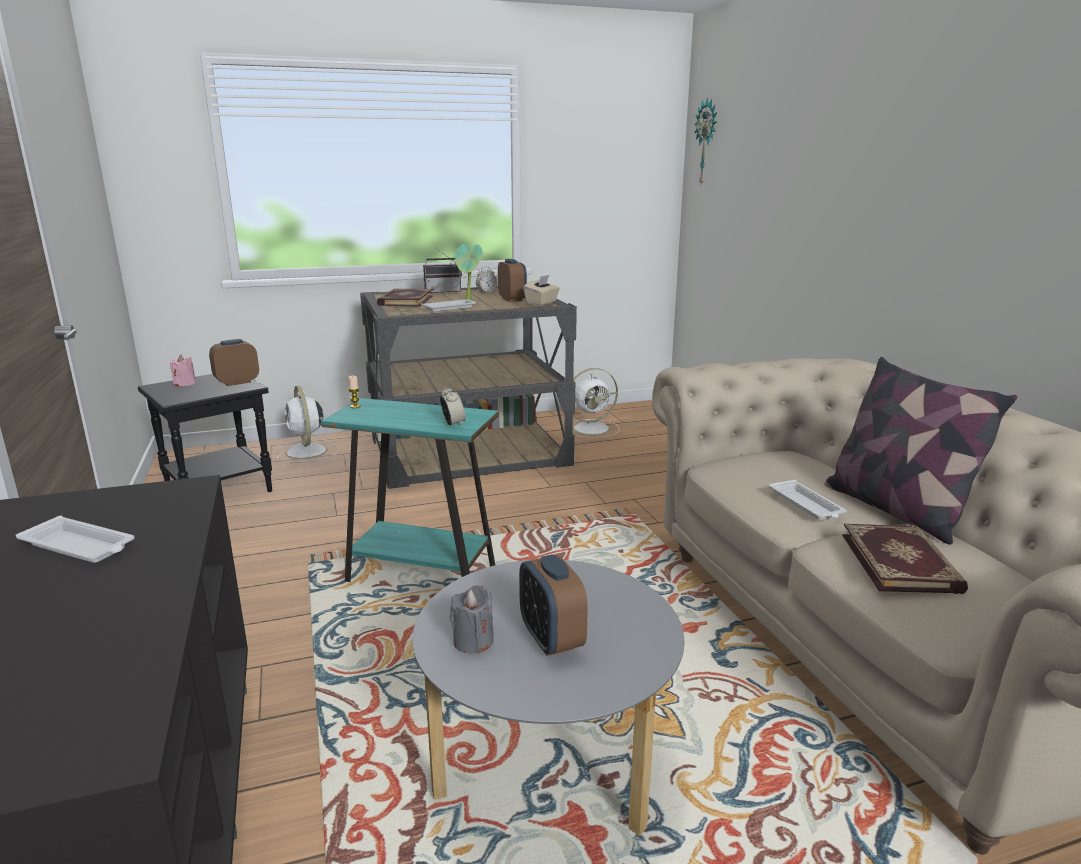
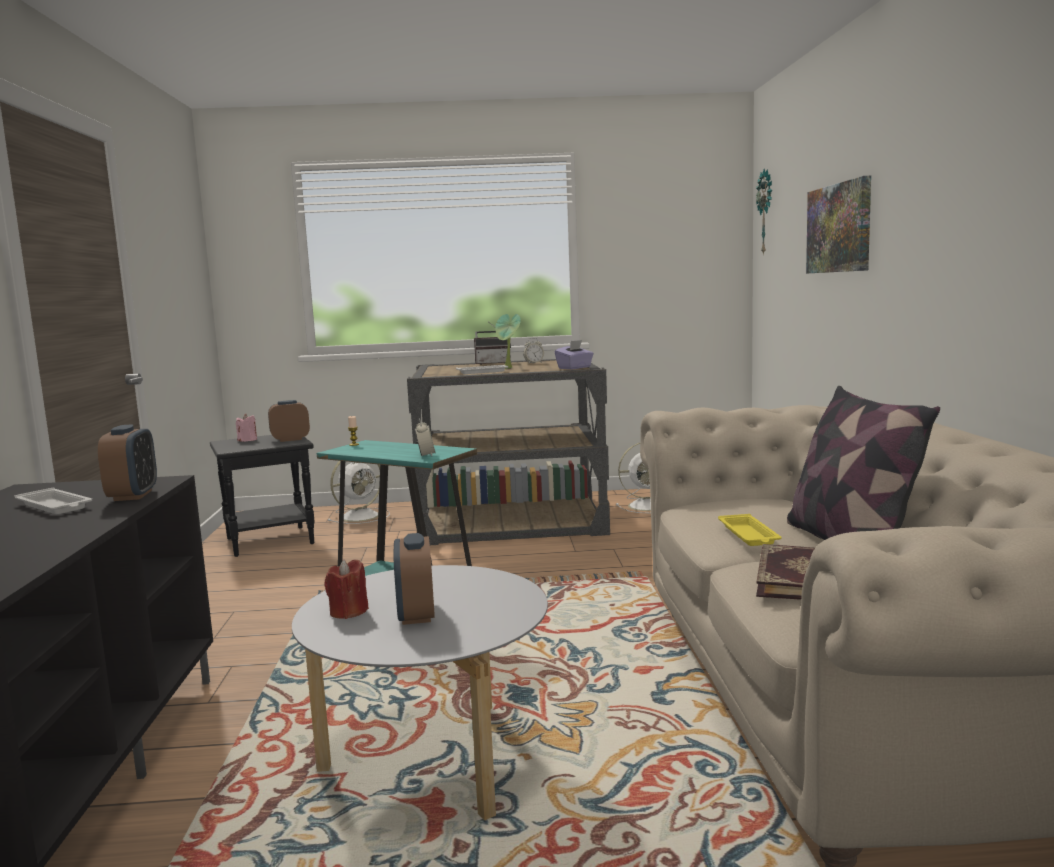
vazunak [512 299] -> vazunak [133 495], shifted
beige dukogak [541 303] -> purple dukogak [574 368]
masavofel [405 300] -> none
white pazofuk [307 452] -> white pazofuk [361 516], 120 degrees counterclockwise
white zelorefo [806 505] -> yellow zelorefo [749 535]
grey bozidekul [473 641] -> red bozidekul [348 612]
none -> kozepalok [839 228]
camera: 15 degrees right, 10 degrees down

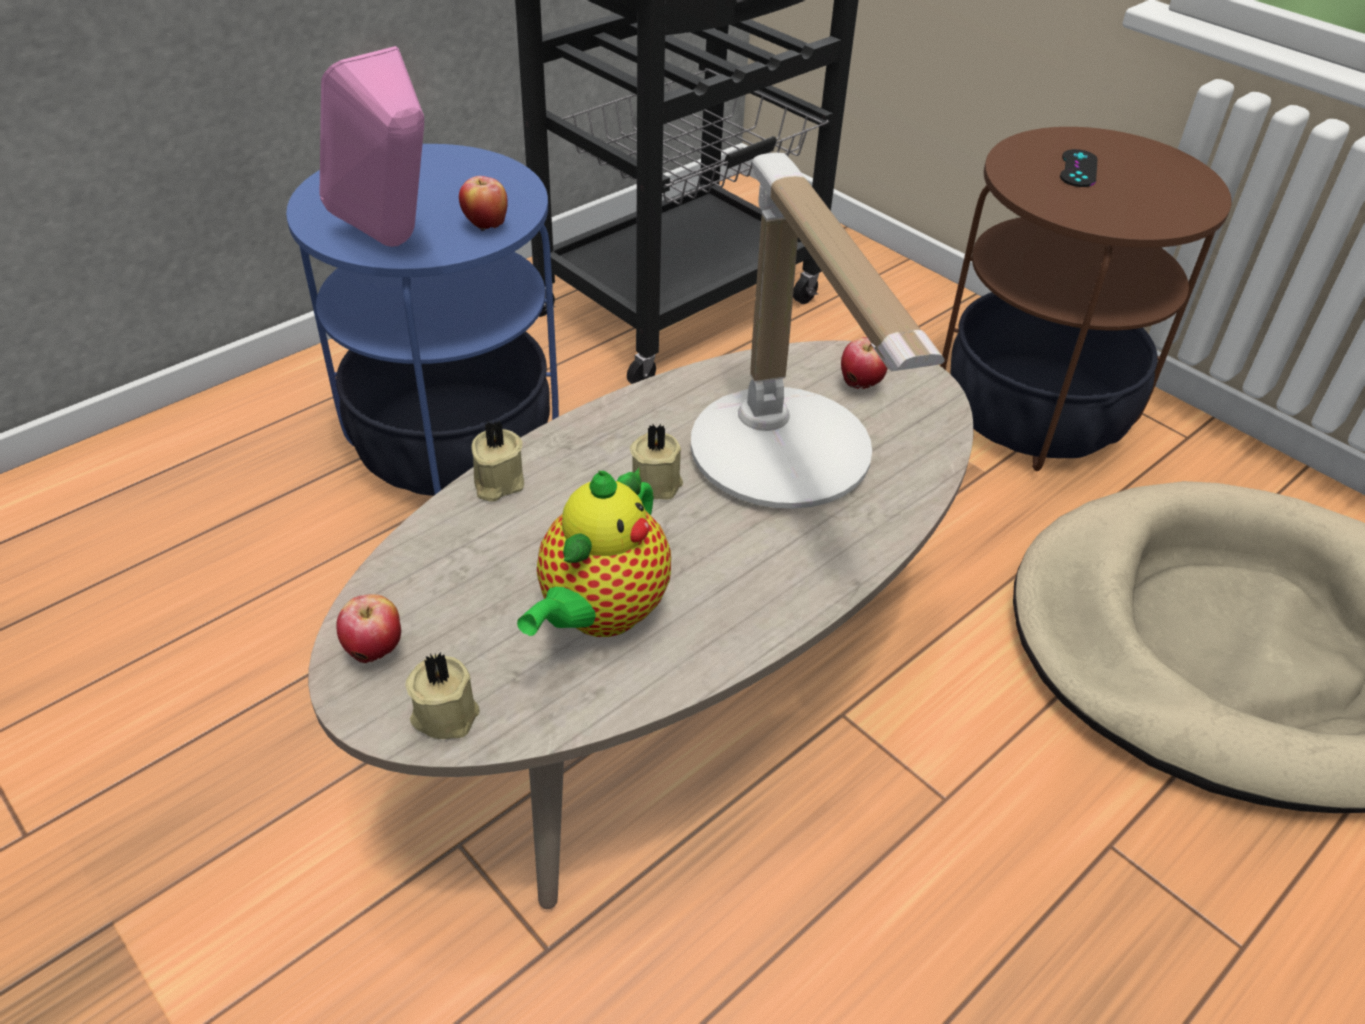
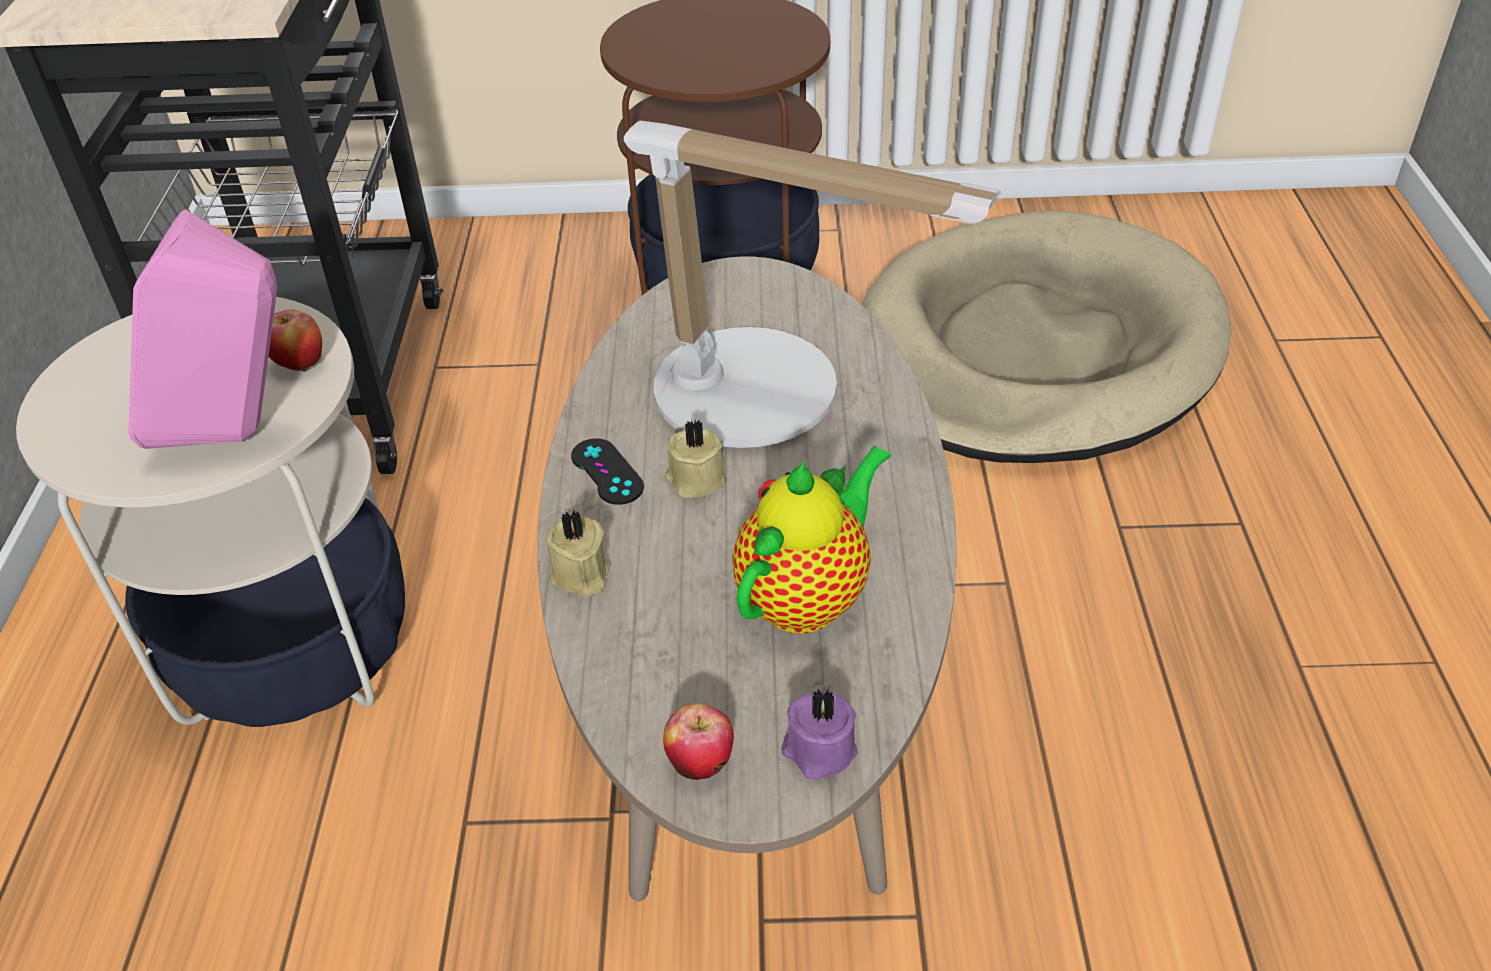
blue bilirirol [453 450] -> beige bilirirol [294 651]
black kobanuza [1078 169] -> black kobanuza [607 472], shifted
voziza [861 385] -> none
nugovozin [599 614] -> nugovozin [808 596], 120 degrees counterclockwise
beige bozidekul [445 712] -> purple bozidekul [818 751]
camera: 45 degrees left, 0 degrees up

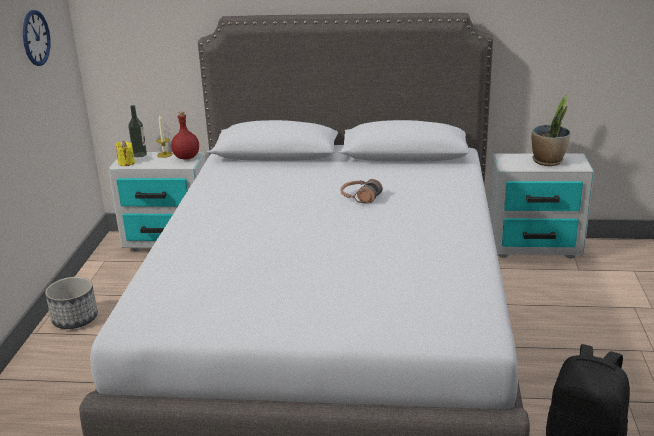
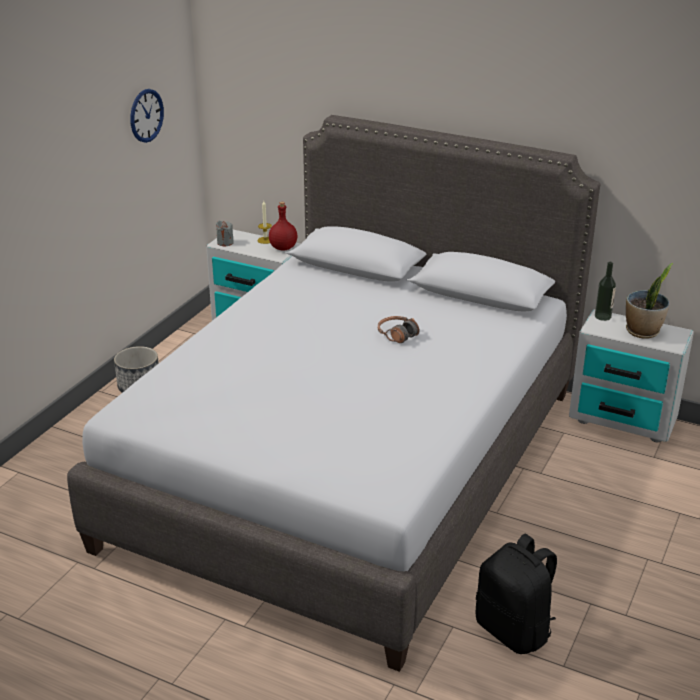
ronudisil [139 154] -> ronudisil [602 316], shifted
yellow bozidekul [126 163] -> grey bozidekul [225 243]
camera: 20 degrees right, 5 degrees up

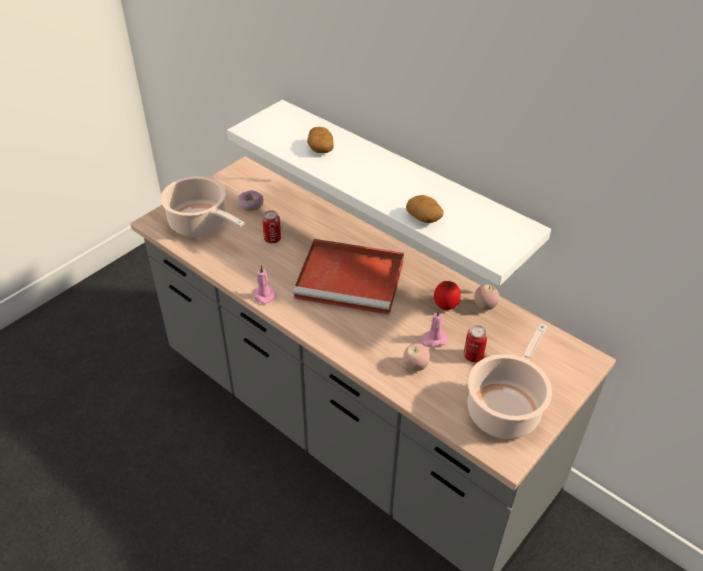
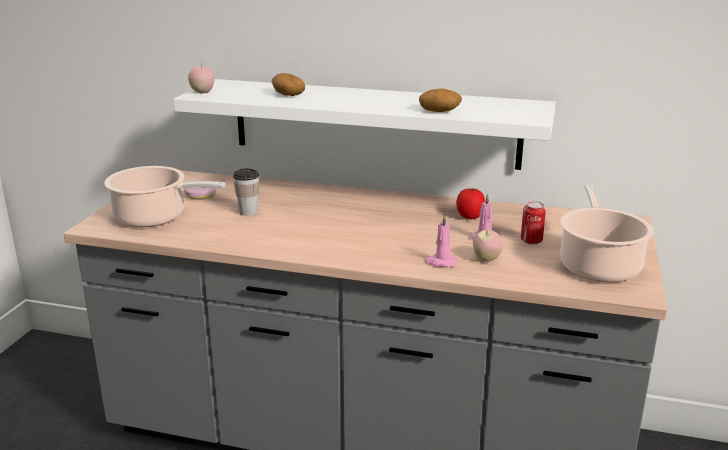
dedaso [272 239] -> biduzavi [248 212]
red zelorefo [352 279] -> none
pink bozidekul [263 295] -> pink bozidekul [440 262], shifted
voziza [485 306] -> voziza [202 92], shifted
camera: 25 degrees left, 20 degrees down

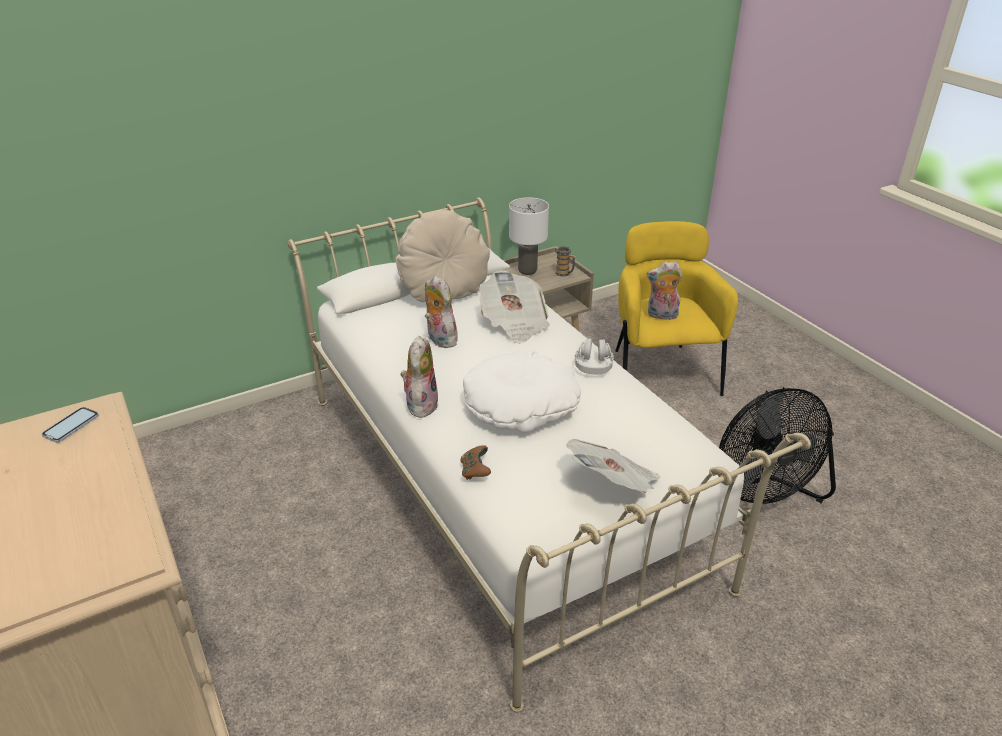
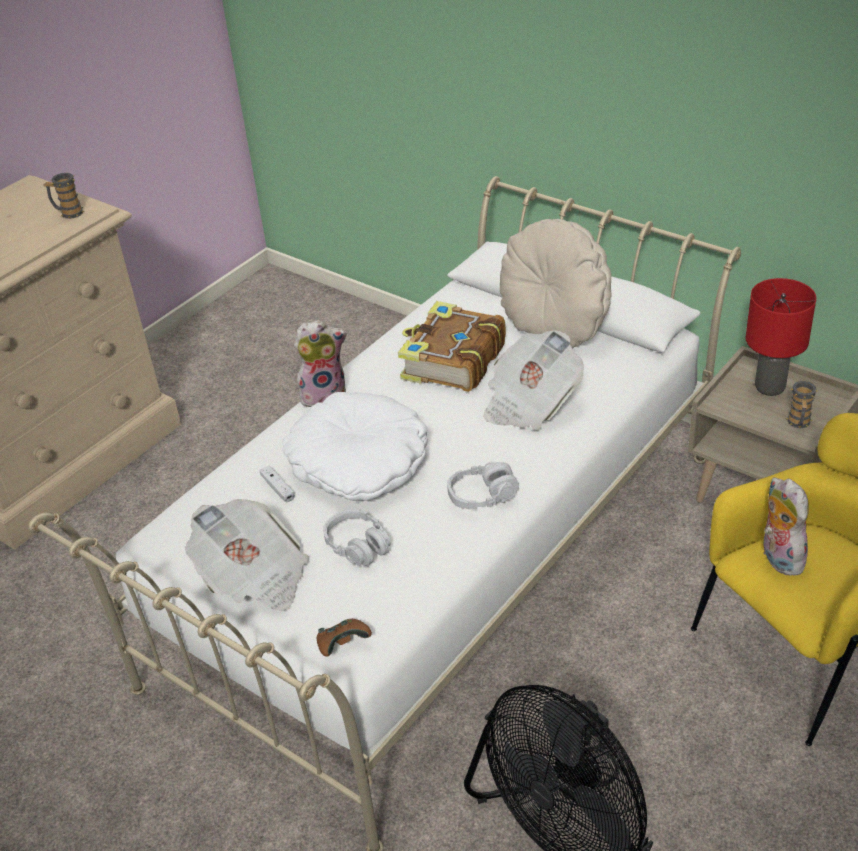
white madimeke [527 272] -> red madimeke [767 388]
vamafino [439 339] -> masavofel [451 361]
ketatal [71 426] -> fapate [68 213]
brown kobanuza [475 471] -> brown kobanuza [343 644], shifted
none -> white kobanuza [278 488]
none -> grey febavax [358 546]
camera: 70 degrees right, 5 degrees up

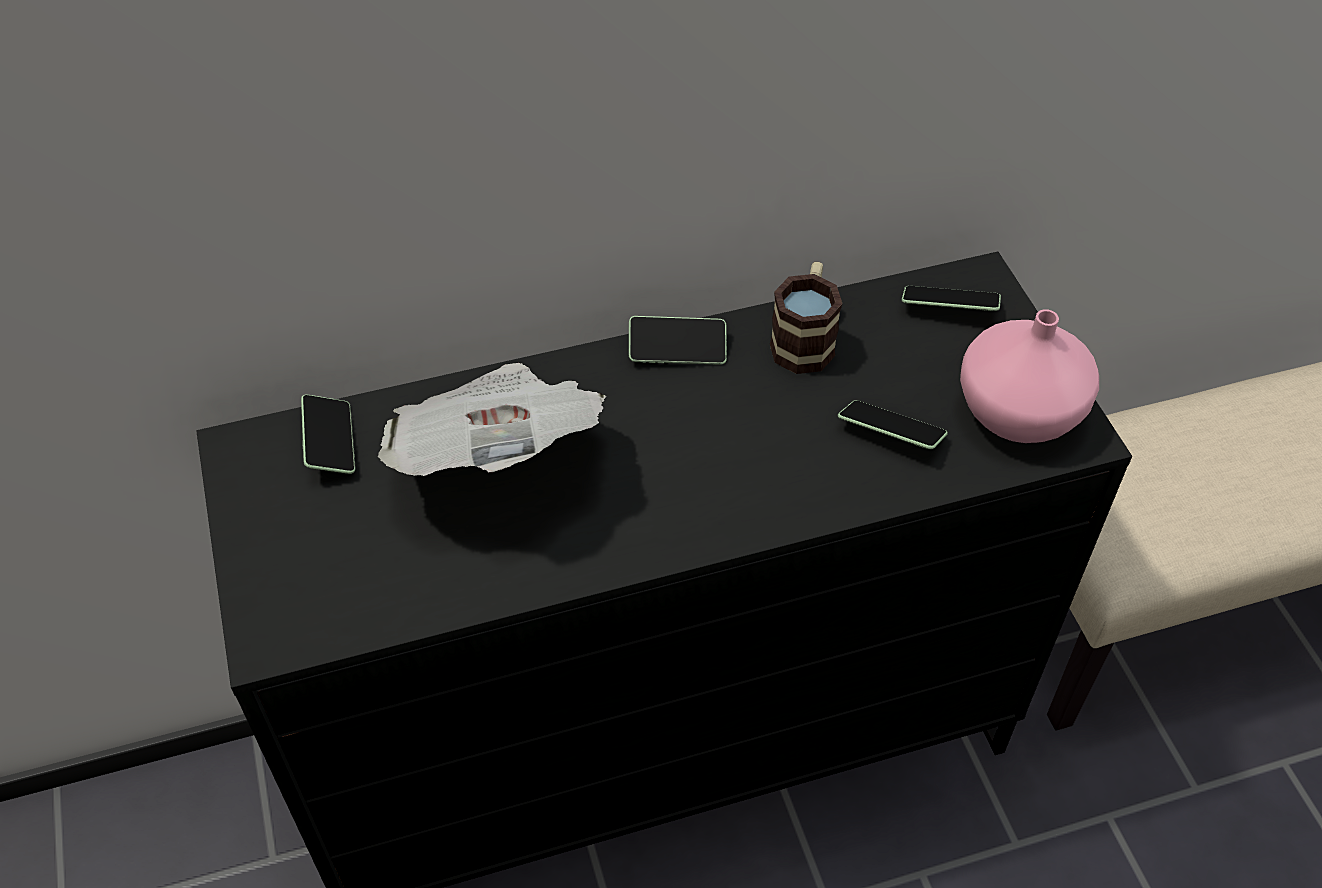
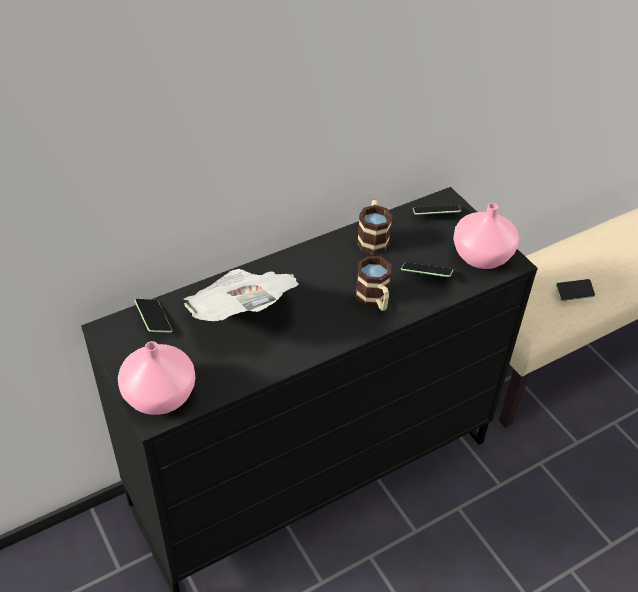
ketatal [677 350] -> ketatal [574 294], shifted
none -> fapate [374 300]
none -> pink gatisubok [160 395]
camera: 15 degrees left, 5 degrees down

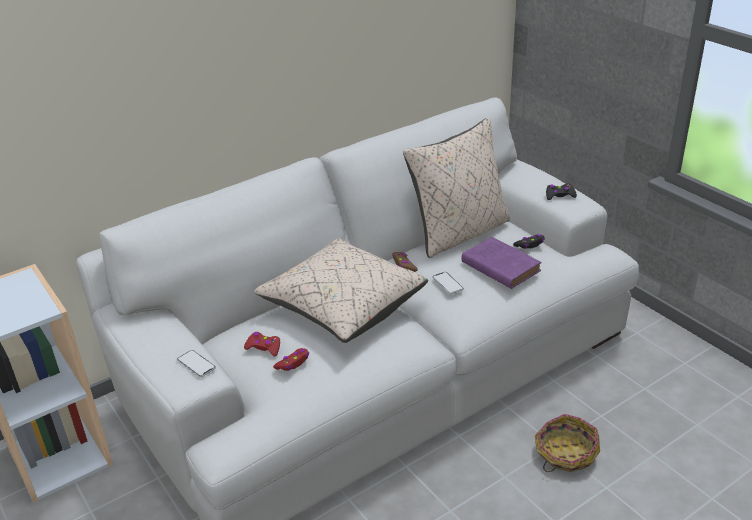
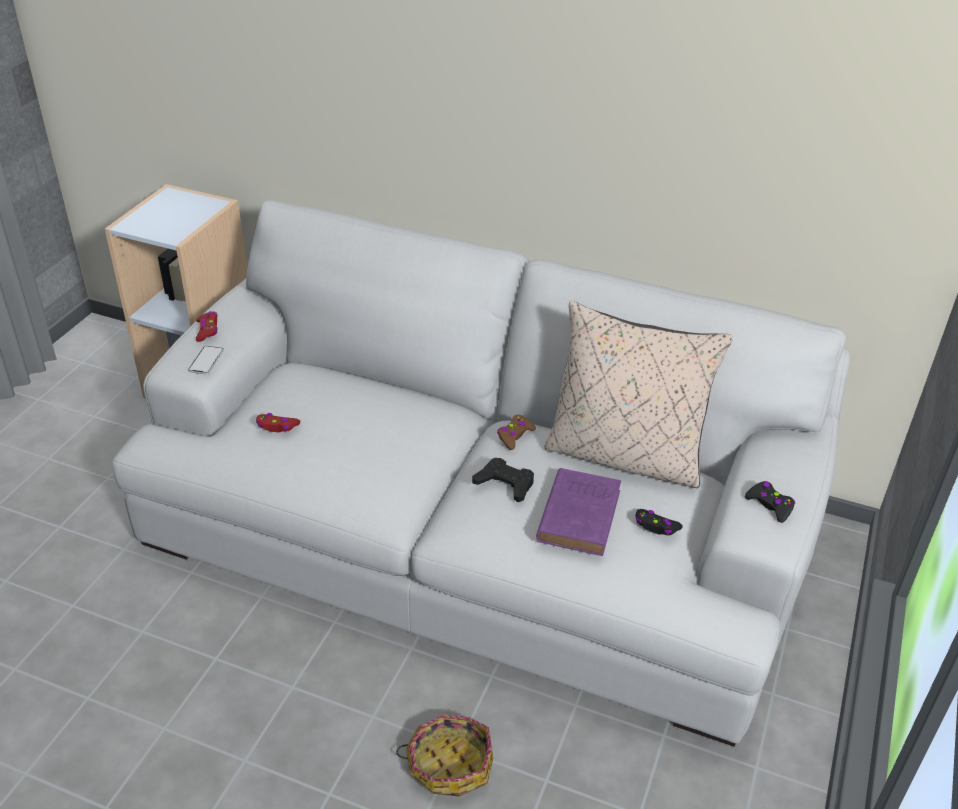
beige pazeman [343 306] -> none
ketatal [447 283] -> black kobanuza [505 484]
red kobanuza [264 347] -> red kobanuza [207 330], shifted
camera: 55 degrees right, 5 degrees up

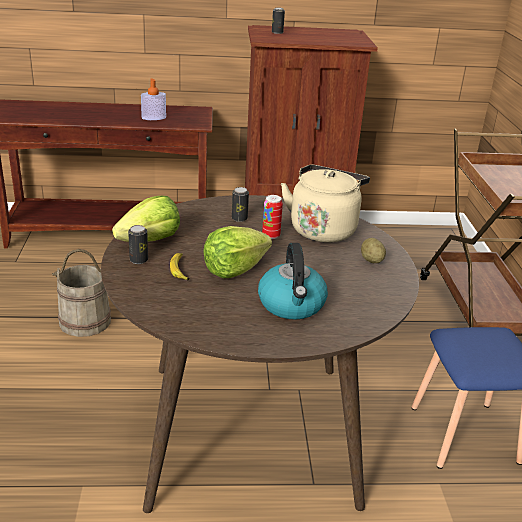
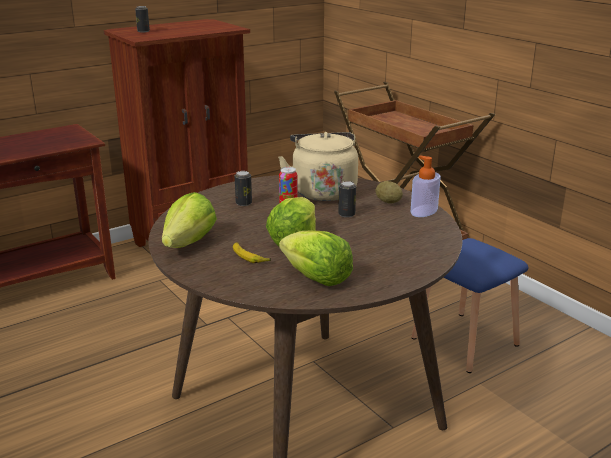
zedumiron [154 118] -> zedumiron [424 211], shifted
dedaso [139 260] -> dedaso [346 214], shifted
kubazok [292 305] -> none
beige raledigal [85 321] -> none
none -> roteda [316 278]
camera: 30 degrees left, 5 degrees down

